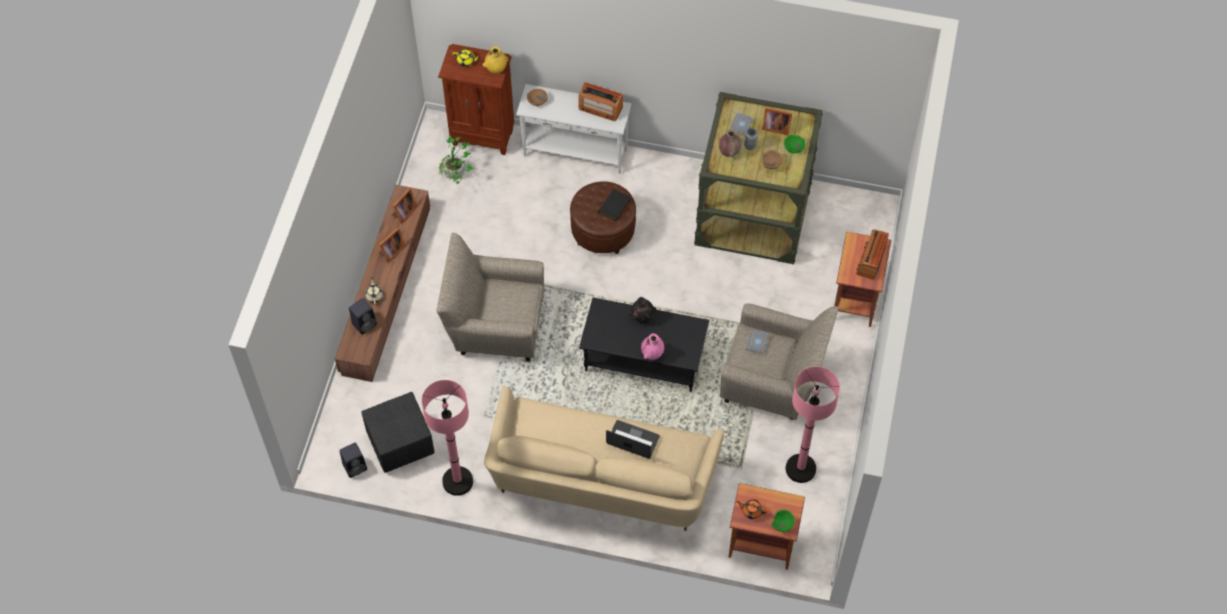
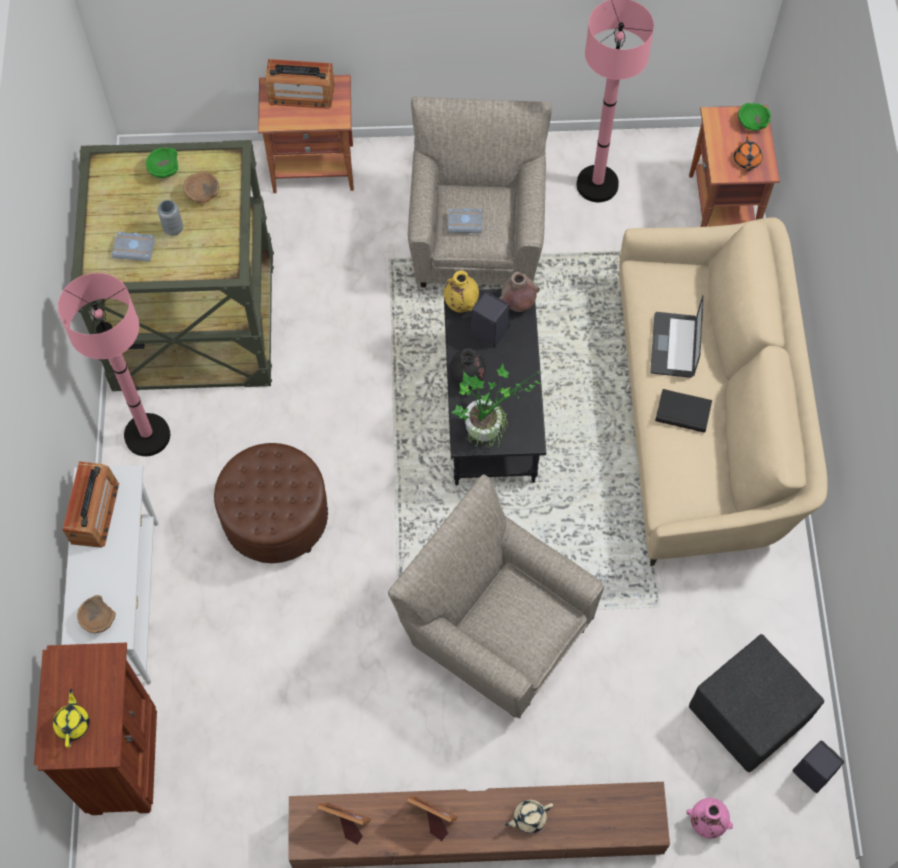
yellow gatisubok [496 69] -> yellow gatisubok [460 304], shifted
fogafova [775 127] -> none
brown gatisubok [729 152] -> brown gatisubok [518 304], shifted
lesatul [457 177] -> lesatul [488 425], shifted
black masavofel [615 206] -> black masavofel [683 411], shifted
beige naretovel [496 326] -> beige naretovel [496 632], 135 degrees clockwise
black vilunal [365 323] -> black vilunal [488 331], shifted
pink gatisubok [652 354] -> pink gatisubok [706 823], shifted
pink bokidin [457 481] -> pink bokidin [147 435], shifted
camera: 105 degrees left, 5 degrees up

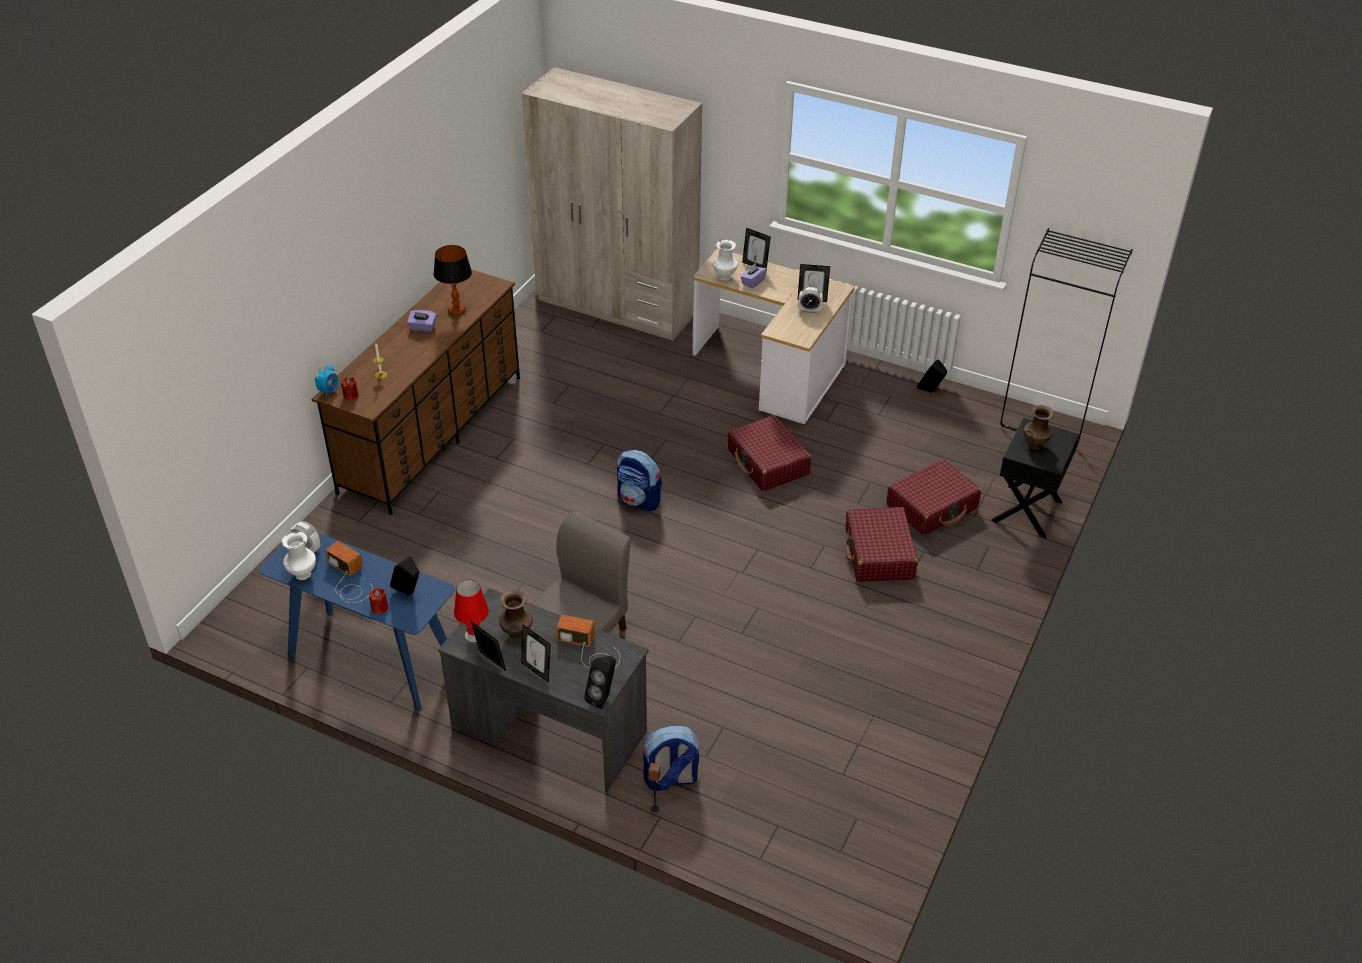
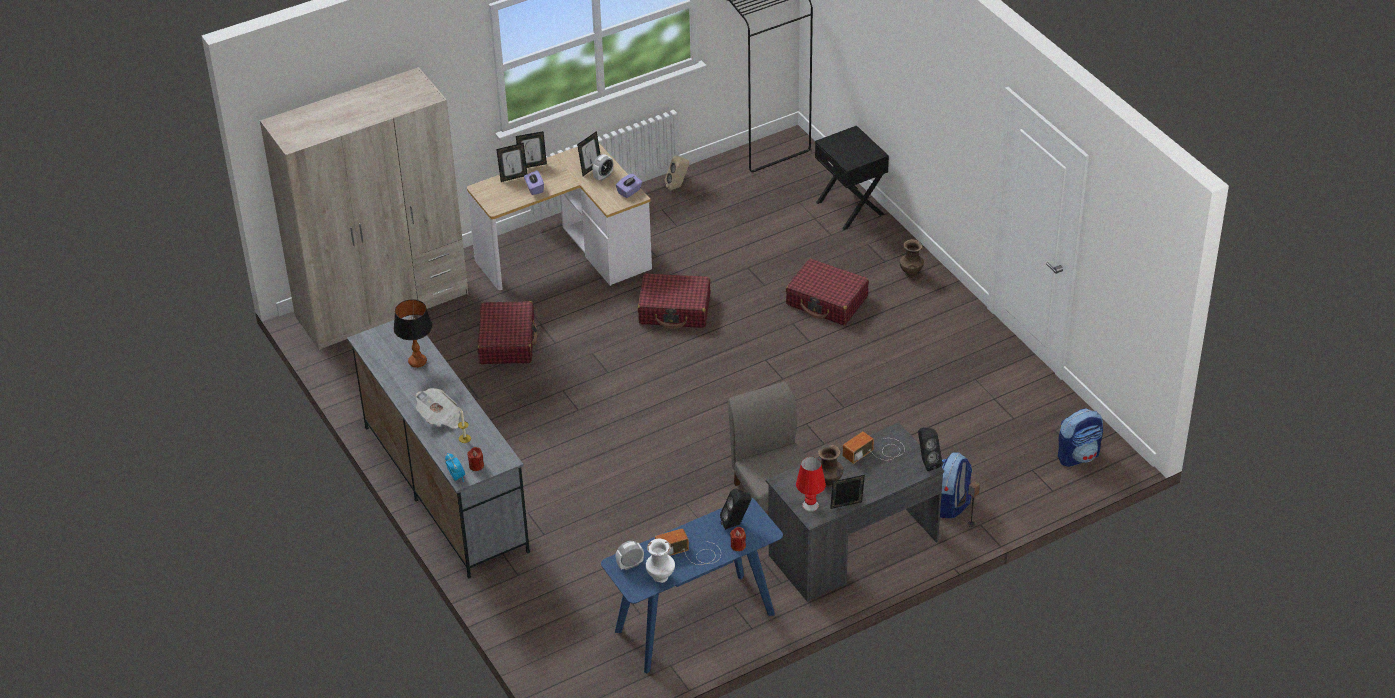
white gatisubok [725 277] -> none
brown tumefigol [431 433] -> grey tumefigol [443 488]
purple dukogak [422 327] -> purple dukogak [629 191], shifted
black vilunal [930 392] -> beige vilunal [677 187]
brown gatisubok [1035 444] -> brown gatisubok [910 273], shifted
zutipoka [639 500] -> zutipoka [1078 456], shifted
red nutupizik [932 506] -> red nutupizik [507 341], shifted
fogafova [537 670] -> fogafova [532 165], shifted
none -> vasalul [440 418]
camera: 55 degrees left, 0 degrees up

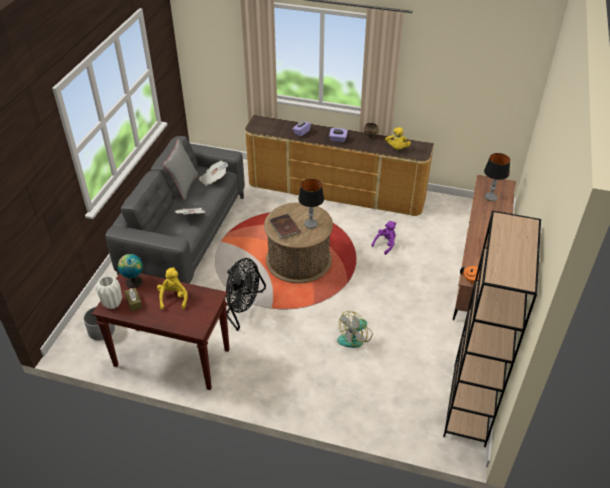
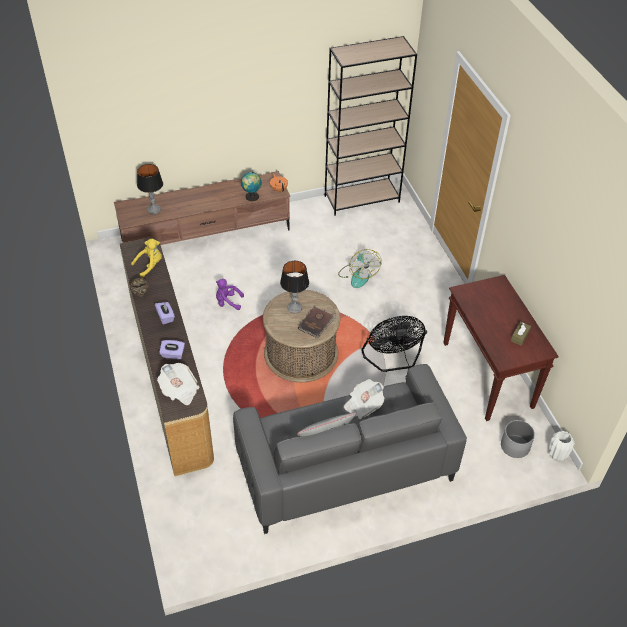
vasalul [213 179] -> vasalul [179 390], shifted
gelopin [133 281] -> gelopin [251 197], shifted
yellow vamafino [173 298] -> none
white gatisubok [112 304] -> white gatisubok [557 455], shifted
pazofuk [355 337] -> pazofuk [358 275], 60 degrees clockwise
camera: 125 degrees left, 5 degrees up

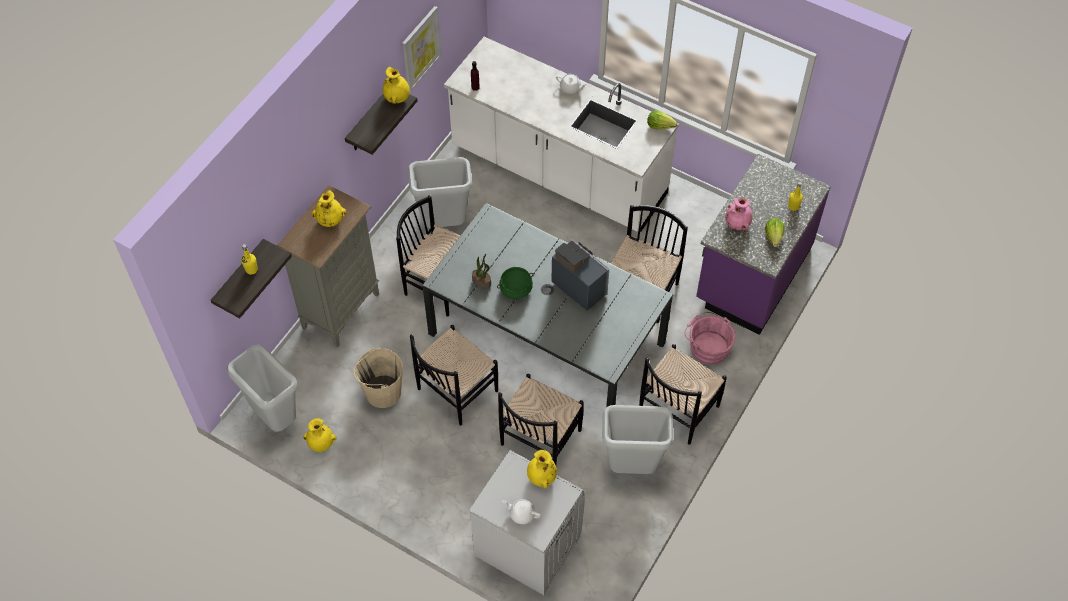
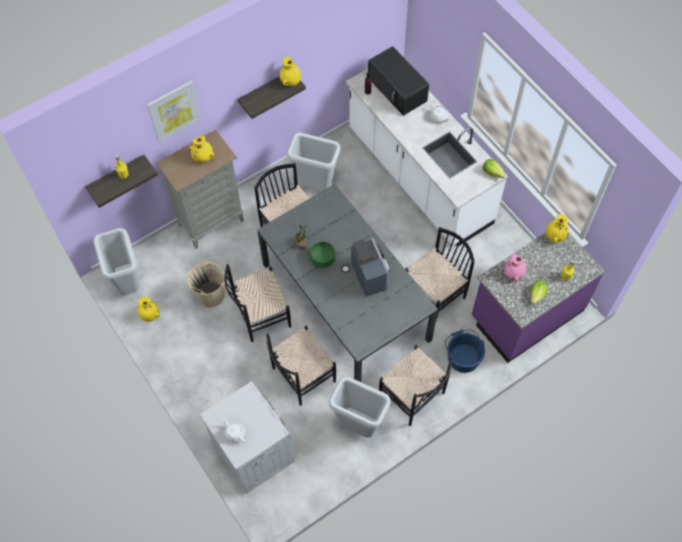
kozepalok [421 49] -> kozepalok [174 111], shifted
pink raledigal [707 346] -> blue raledigal [463 356]
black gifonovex [676 411] -> black gifonovex [413 397], 105 degrees counterclockwise
yellow gatisubok [541 477] -> yellow gatisubok [554 235], shifted
none -> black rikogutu [398 89]
camera: 25 degrees right, 5 degrees up

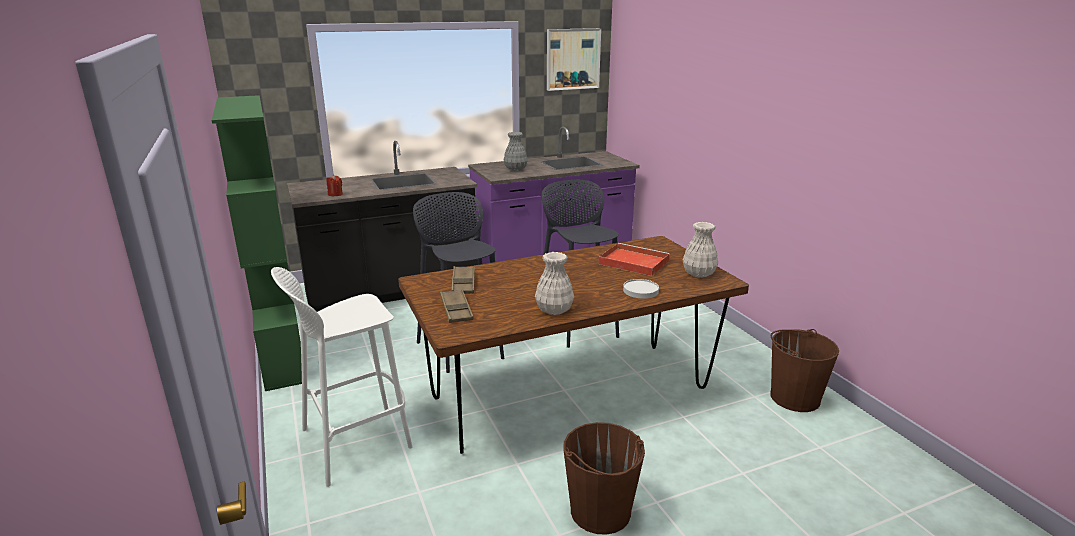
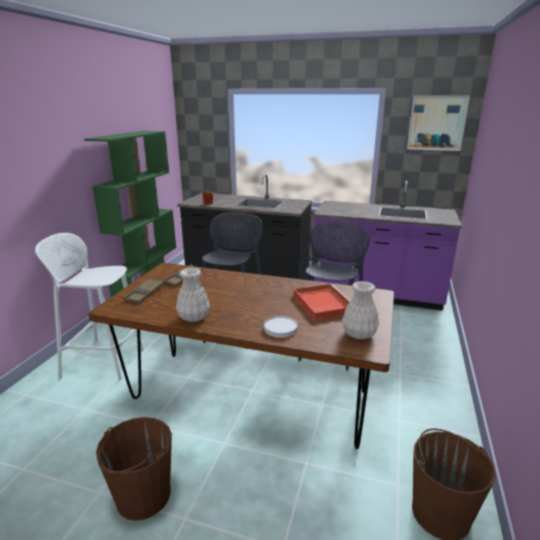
grey gatisubok [516 169] -> none
camera: 40 degrees right, 0 degrees up

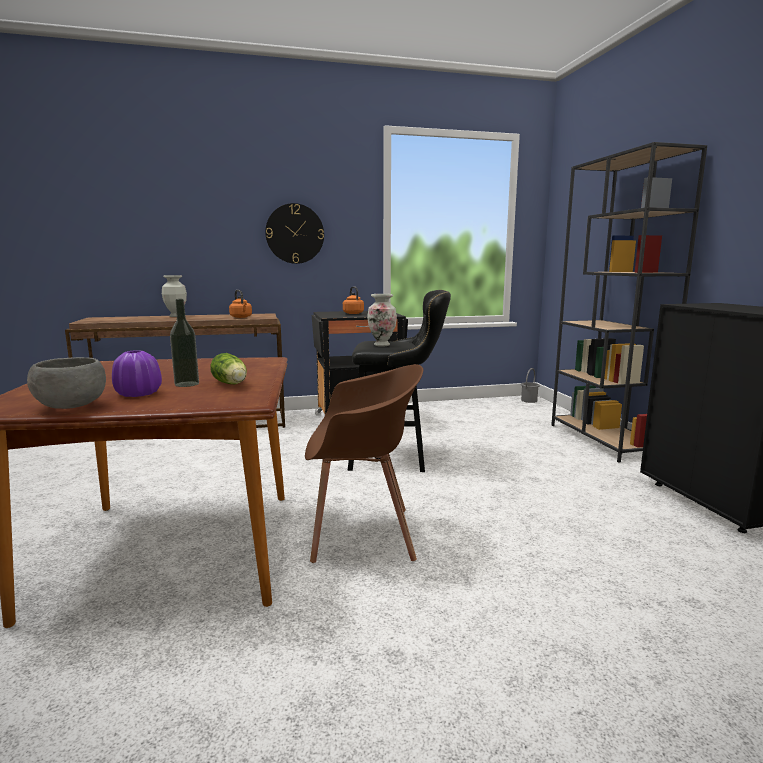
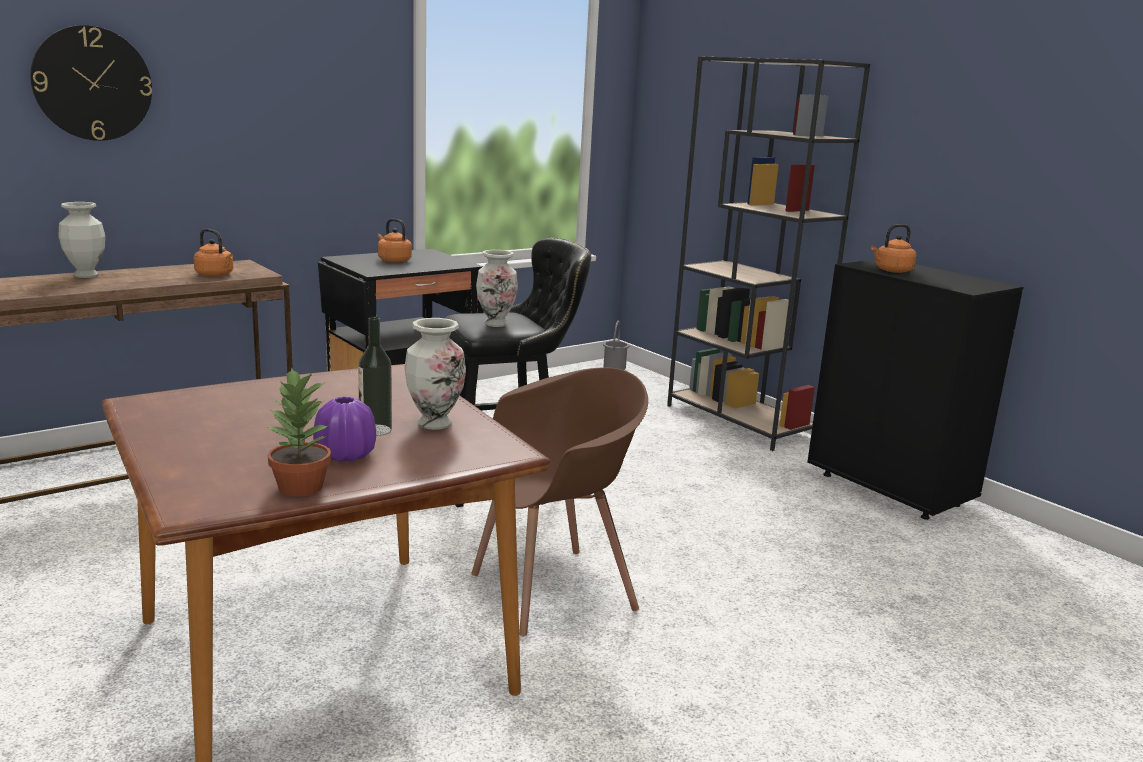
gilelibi [295 233] -> gilelibi [92 83], shifted
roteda [231 384] -> gatisubok [434 424]
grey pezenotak [71 407] -> lesatul [300 488]
none -> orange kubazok [891 271]
camera: 25 degrees left, 5 degrees up

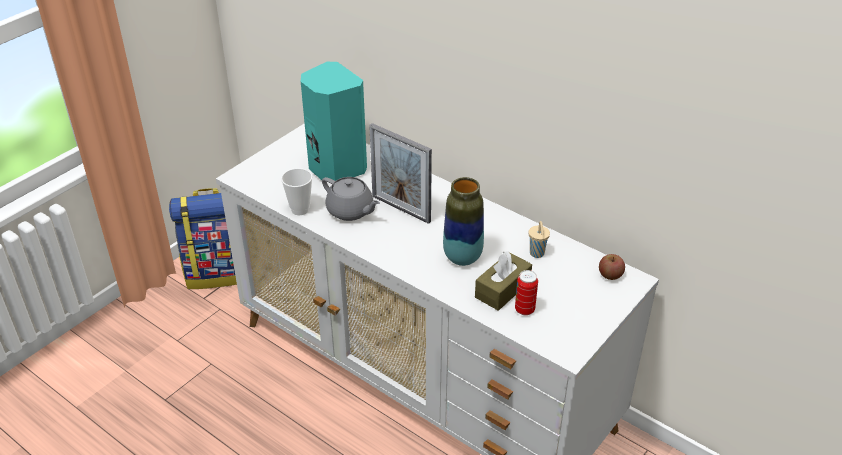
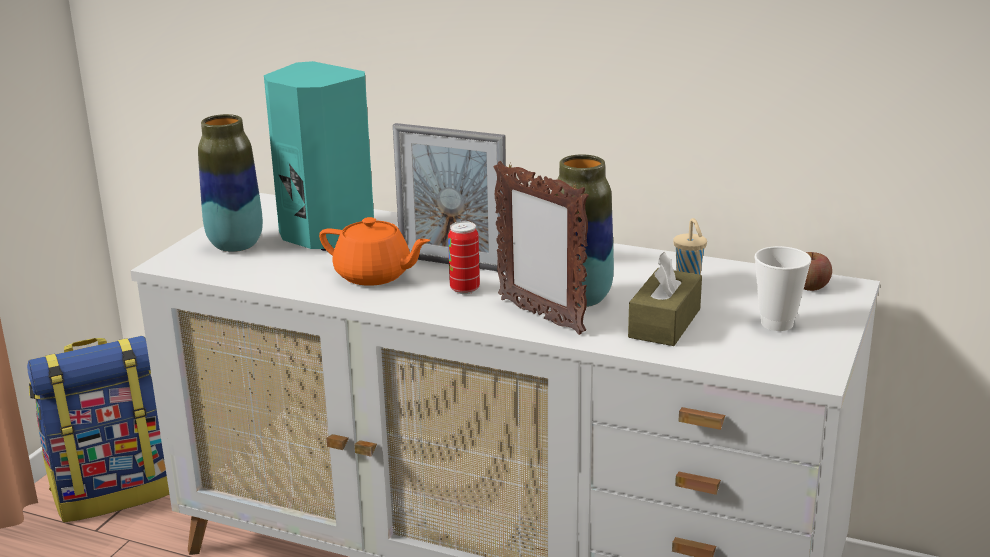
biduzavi [300 209] -> biduzavi [777 323], shifted
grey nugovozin [350 211] -> orange nugovozin [374 275]
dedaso [524 310] -> dedaso [464 289], shifted
none -> gatisubok [235 245]
none -> fogafova [540 316]
camera: 15 degrees left, 15 degrees down

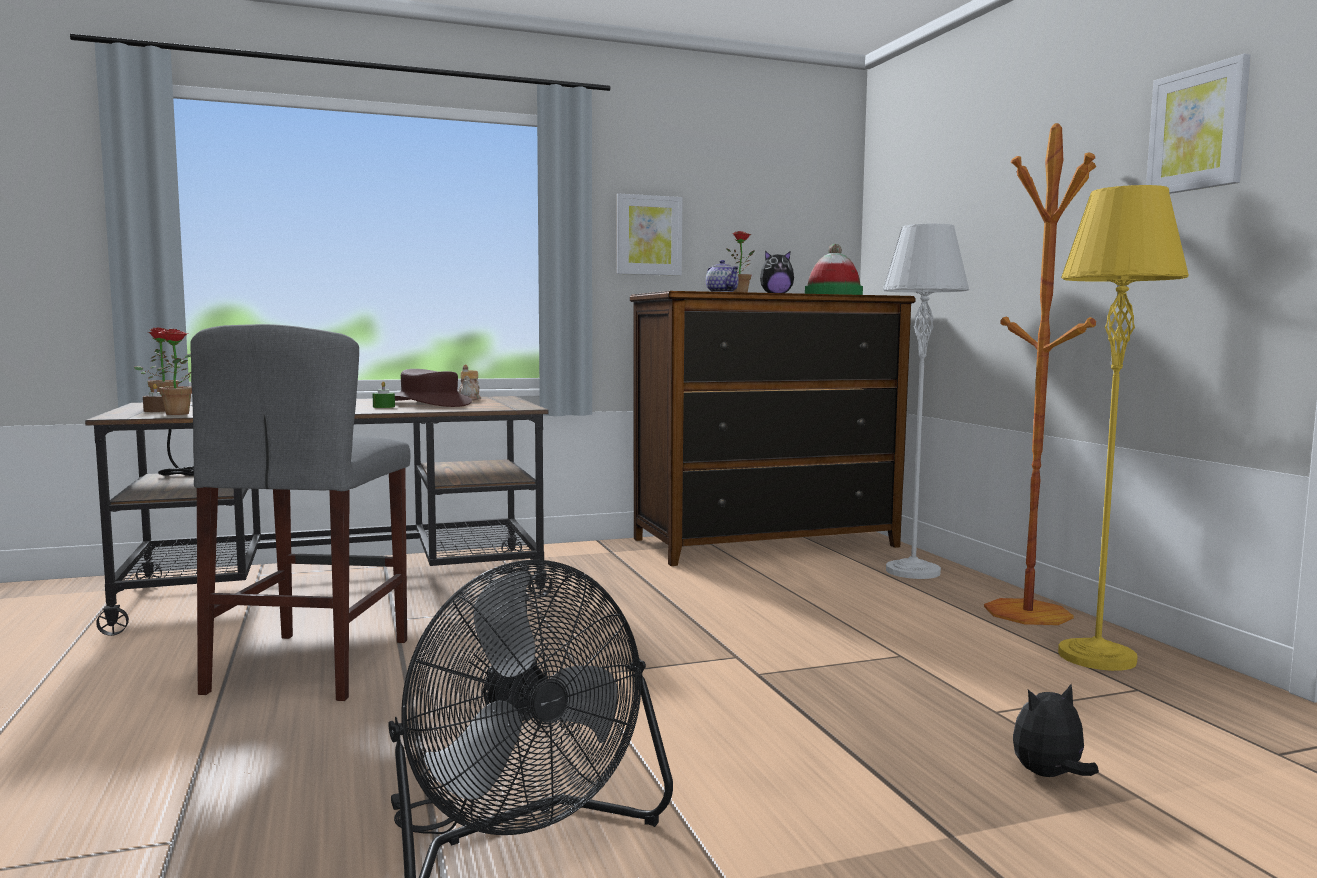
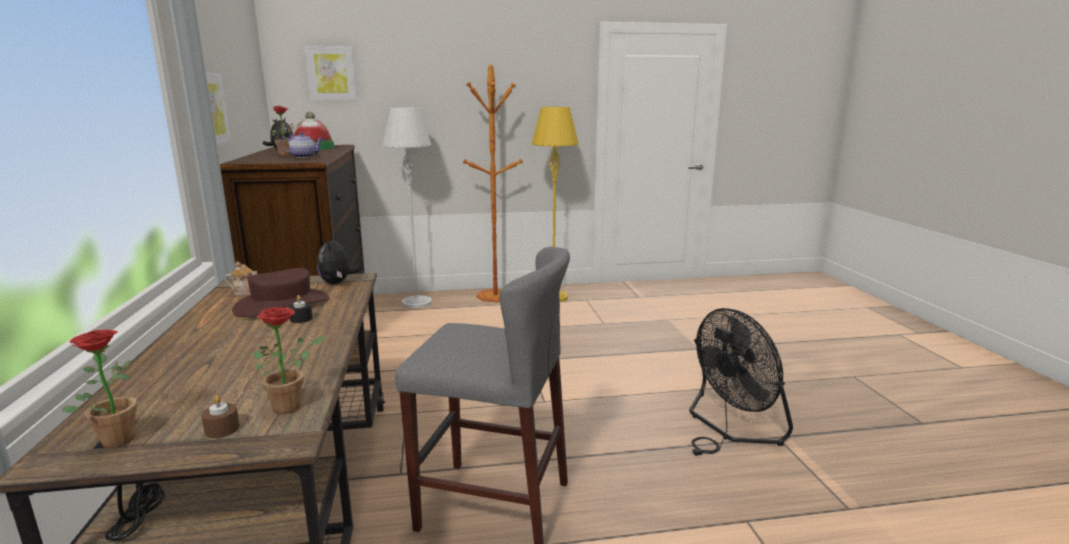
kozepalok [1198 129] -> kozepalok [331 73], shifted
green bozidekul [384 407] -> black bozidekul [301 319]
vamafino [1049 776] -> vamafino [338 283], shifted
camera: 80 degrees left, 10 degrees up

